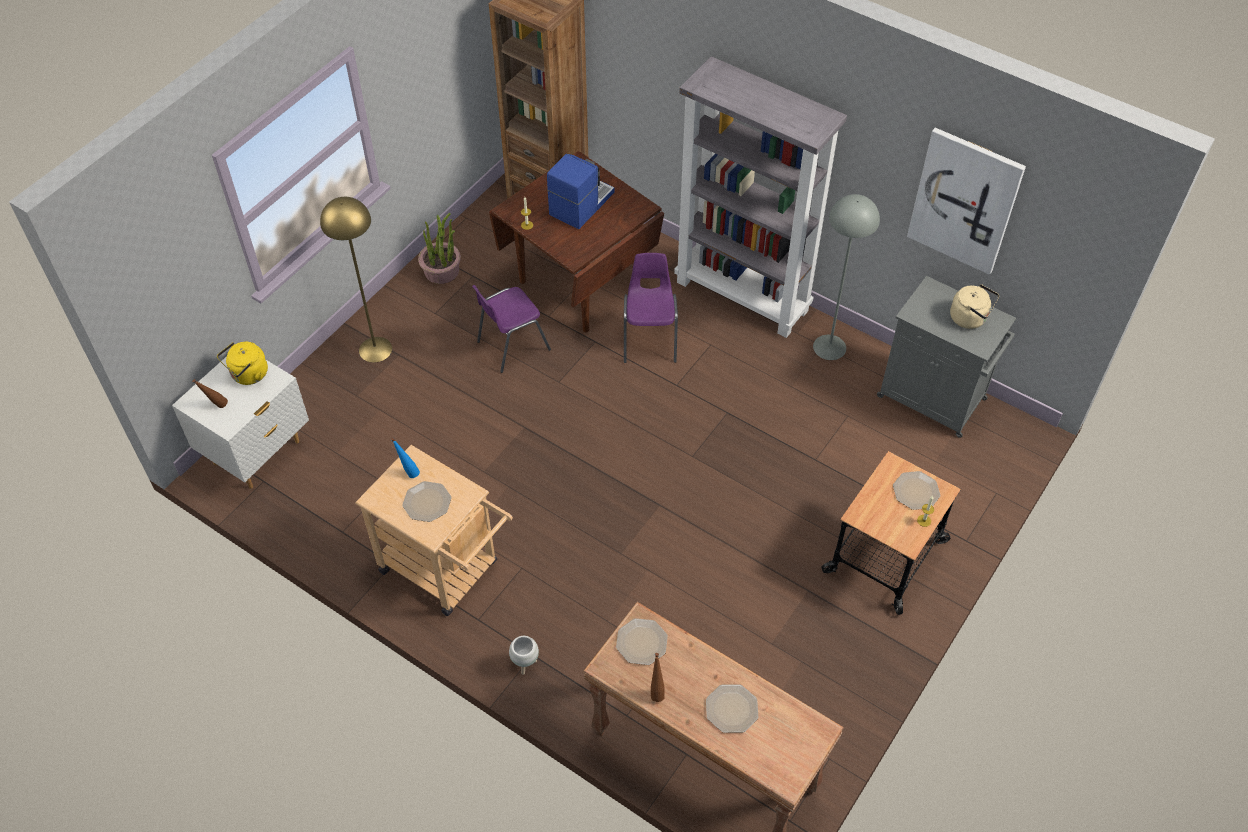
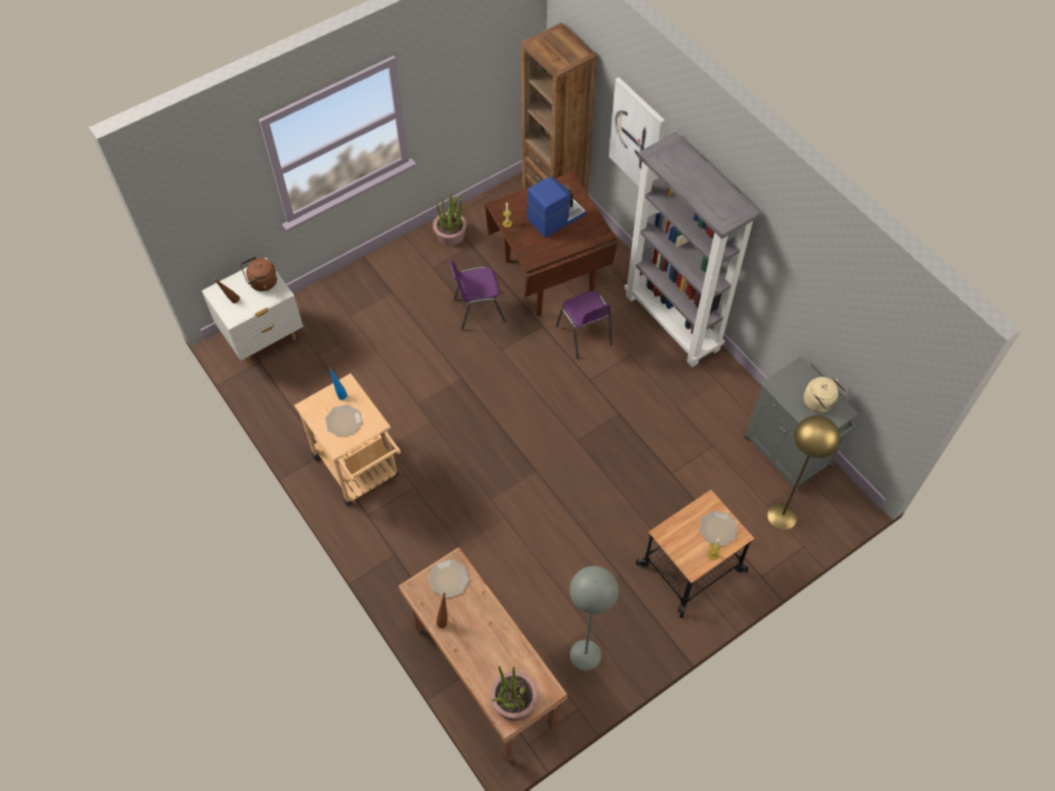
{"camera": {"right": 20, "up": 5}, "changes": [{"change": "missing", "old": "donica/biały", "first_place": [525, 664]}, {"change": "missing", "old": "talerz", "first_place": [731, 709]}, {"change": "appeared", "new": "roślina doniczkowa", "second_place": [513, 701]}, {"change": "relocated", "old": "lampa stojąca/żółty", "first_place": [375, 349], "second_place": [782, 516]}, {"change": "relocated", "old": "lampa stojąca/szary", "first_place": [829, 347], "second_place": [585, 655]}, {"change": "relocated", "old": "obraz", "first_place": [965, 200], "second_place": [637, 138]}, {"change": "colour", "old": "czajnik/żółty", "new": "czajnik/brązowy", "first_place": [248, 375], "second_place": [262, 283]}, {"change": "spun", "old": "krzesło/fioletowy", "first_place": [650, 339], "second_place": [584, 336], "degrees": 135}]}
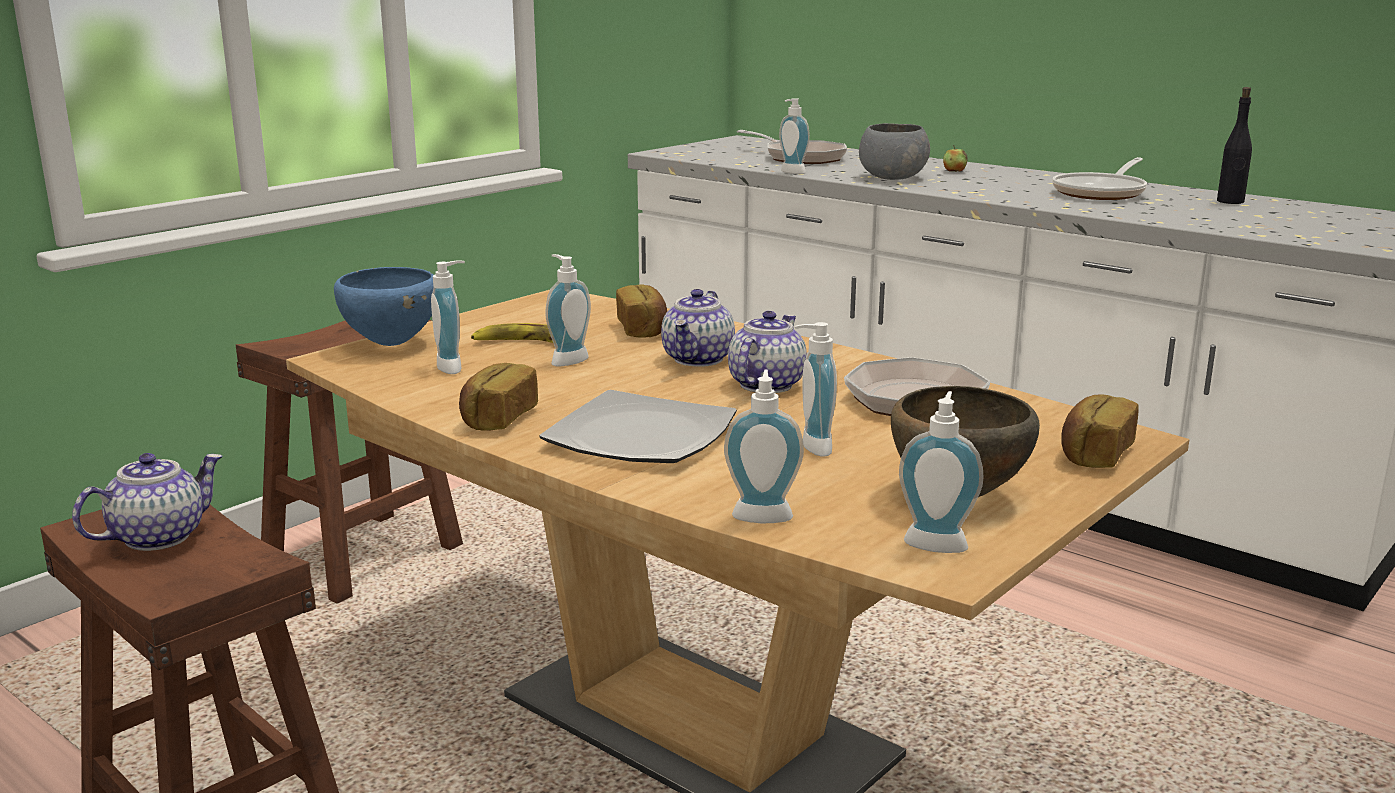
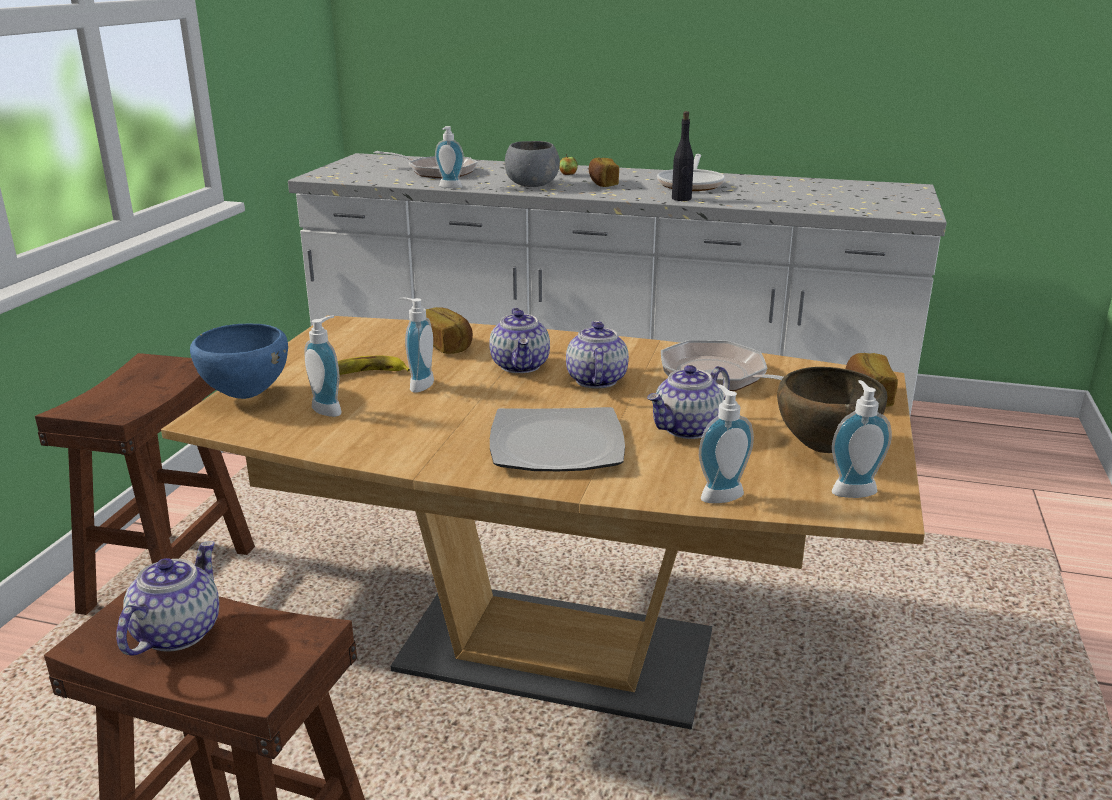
{"camera": {"right": -25, "up": 5}, "changes": [{"change": "relocated", "old": "chleb", "first_place": [497, 418], "second_place": [602, 183]}, {"change": "relocated", "old": "butelka/czarny", "first_place": [1230, 201], "second_place": [681, 199]}, {"change": "exchanged", "old": "dozownik mydła", "new": "imbryk", "first_place": [811, 447], "second_place": [687, 429]}]}
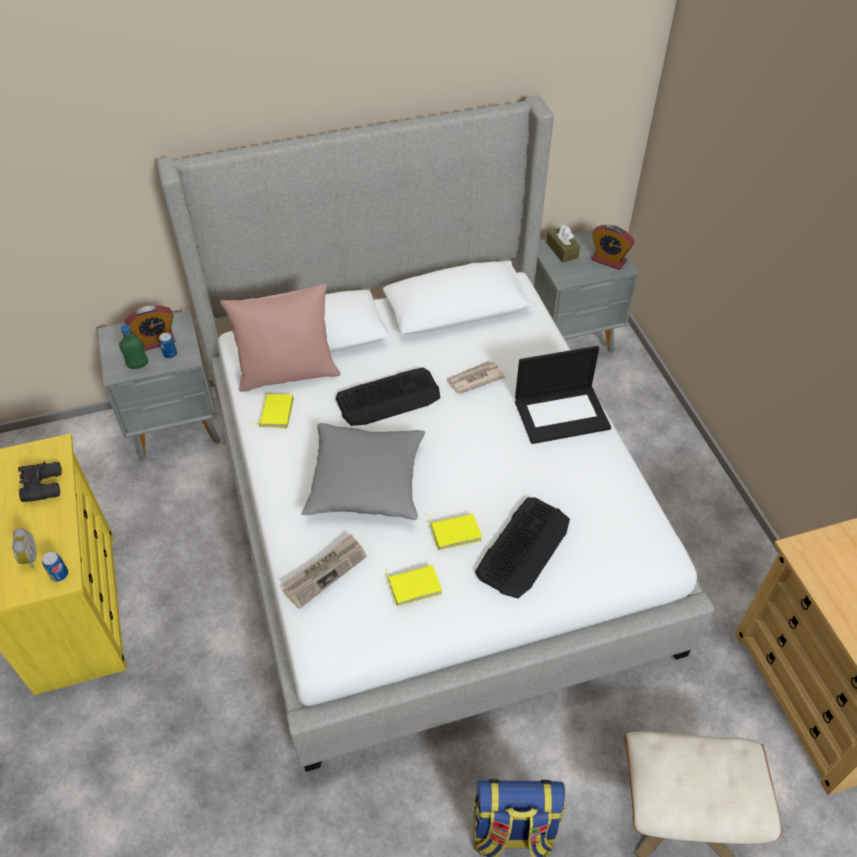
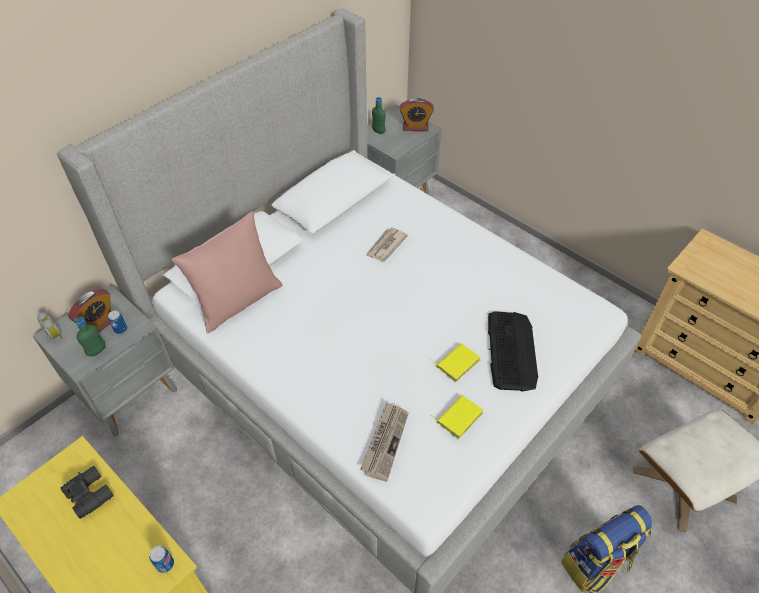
{"camera": {"right": -30, "up": 0}, "changes": [{"change": "missing", "old": "książka/żółty", "first_place": [275, 412]}, {"change": "missing", "old": "poduszka/szary", "first_place": [366, 482]}, {"change": "missing", "old": "klawiatura", "first_place": [389, 398]}, {"change": "missing", "old": "laptop", "first_place": [562, 413]}, {"change": "relocated", "old": "budzik", "first_place": [28, 558], "second_place": [53, 337]}, {"change": "exchanged", "old": "pudełko chusteczek/brązowy", "new": "butelka/zielony", "first_place": [562, 250], "second_place": [378, 131]}]}
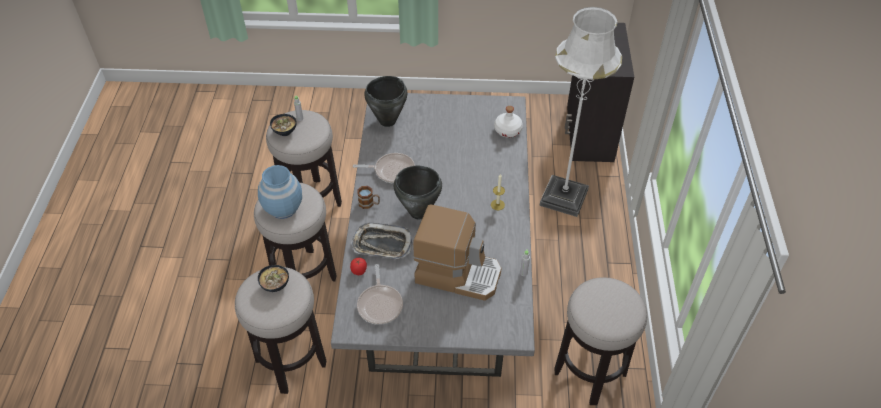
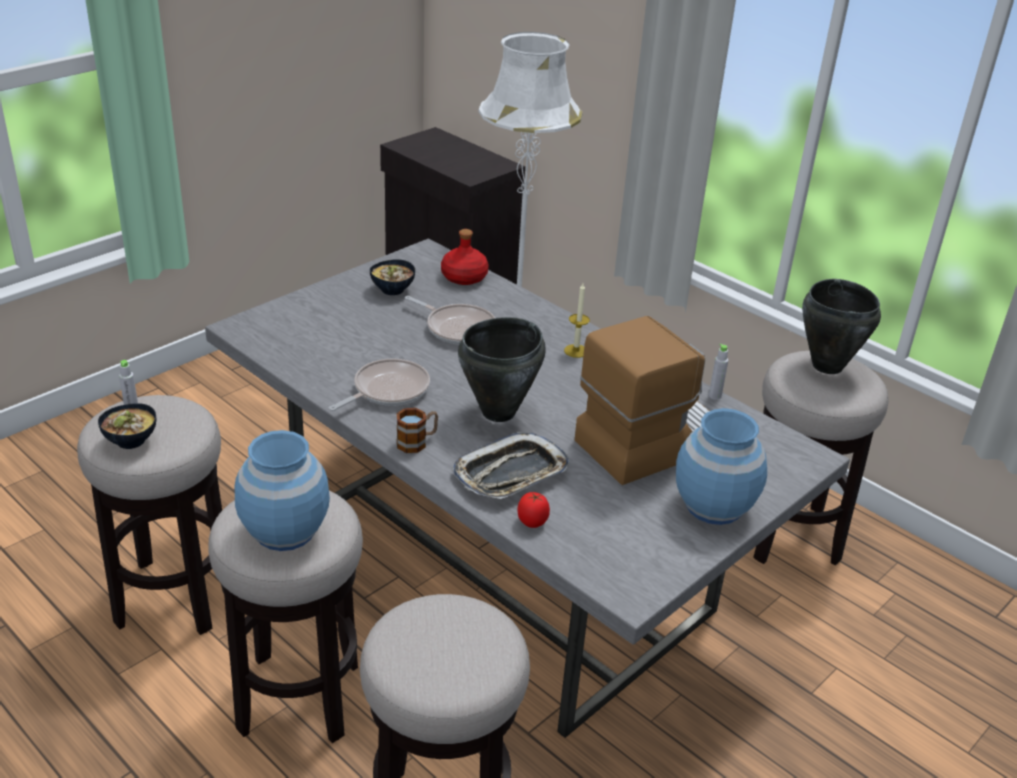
{"camera": {"right": -50, "up": -15}, "changes": [{"change": "appeared", "new": "wazon/niebieski", "second_place": [713, 506]}, {"change": "relocated", "old": "miska", "first_place": [275, 286], "second_place": [393, 290]}, {"change": "relocated", "old": "patelnia", "first_place": [380, 304], "second_place": [457, 328]}, {"change": "relocated", "old": "garnek/czarny", "first_place": [387, 121], "second_place": [826, 366]}, {"change": "colour", "old": "butelka/biały", "new": "butelka/czerwony", "first_place": [508, 130], "second_place": [464, 277]}]}
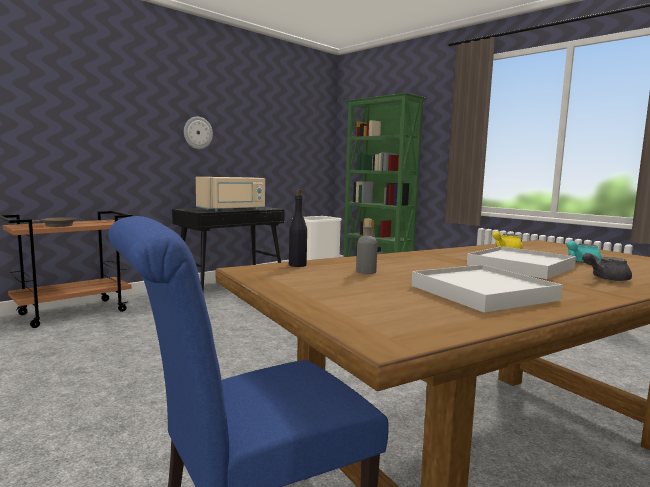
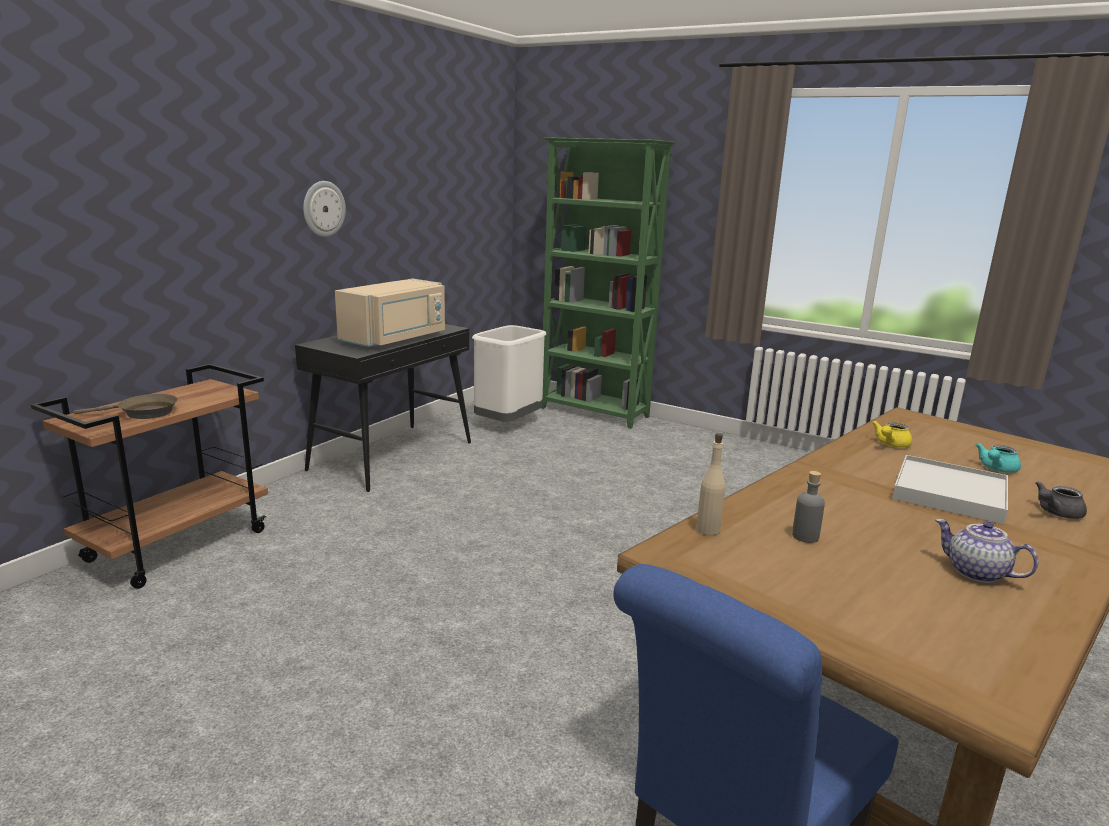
{"camera": {"right": -15, "up": 10}, "changes": [{"change": "exchanged", "old": "taca/biały", "new": "imbryk", "first_place": [482, 293], "second_place": [975, 572]}, {"change": "colour", "old": "butelka/czarny", "new": "butelka/beżowy", "first_place": [297, 265], "second_place": [708, 529]}]}
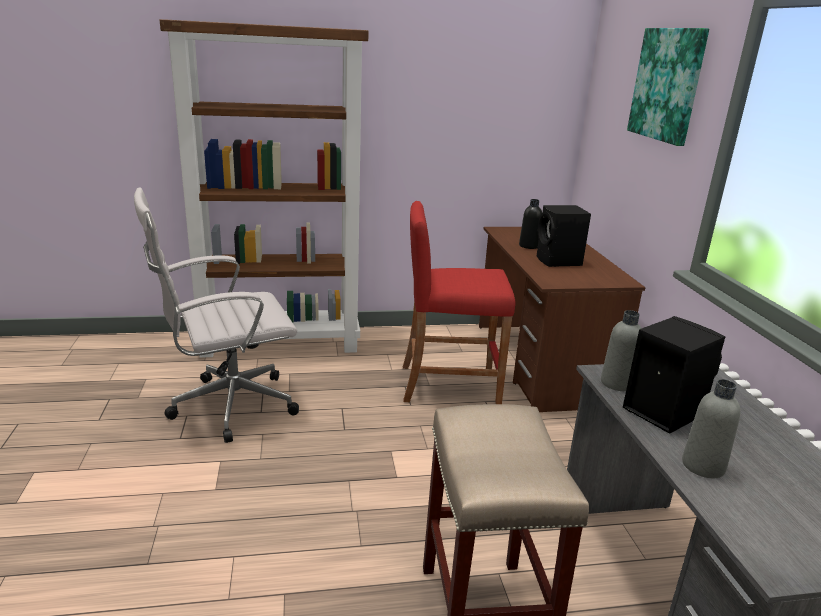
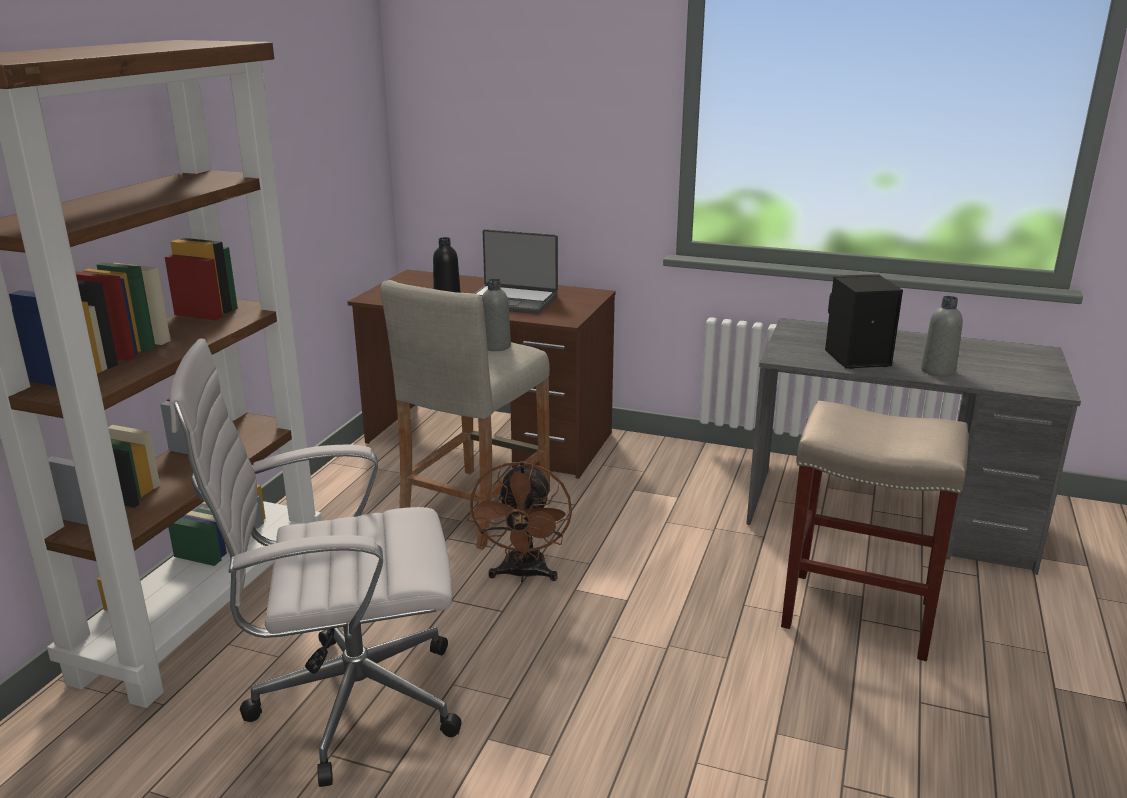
{"camera": {"right": -60, "up": 0}, "changes": [{"change": "missing", "old": "obraz", "first_place": [667, 85]}, {"change": "appeared", "new": "wentylator/brązowy", "second_place": [523, 575]}, {"change": "relocated", "old": "butelka/szary", "first_place": [617, 383], "second_place": [496, 346]}, {"change": "exchanged", "old": "głośnik/czarny", "new": "laptop", "first_place": [558, 261], "second_place": [512, 301]}, {"change": "colour", "old": "stołek/czerwony", "new": "stołek/beżowy", "first_place": [449, 385], "second_place": [475, 507]}, {"change": "spun", "old": "krzesło biurowe/biały", "first_place": [228, 406], "second_place": [347, 704], "degrees": 75}]}
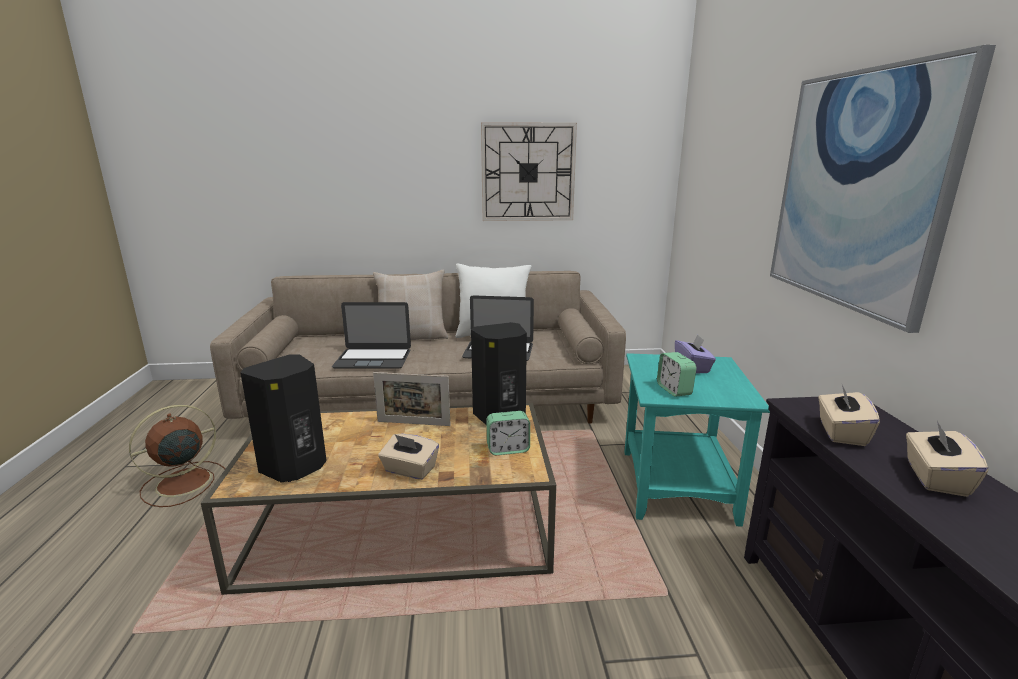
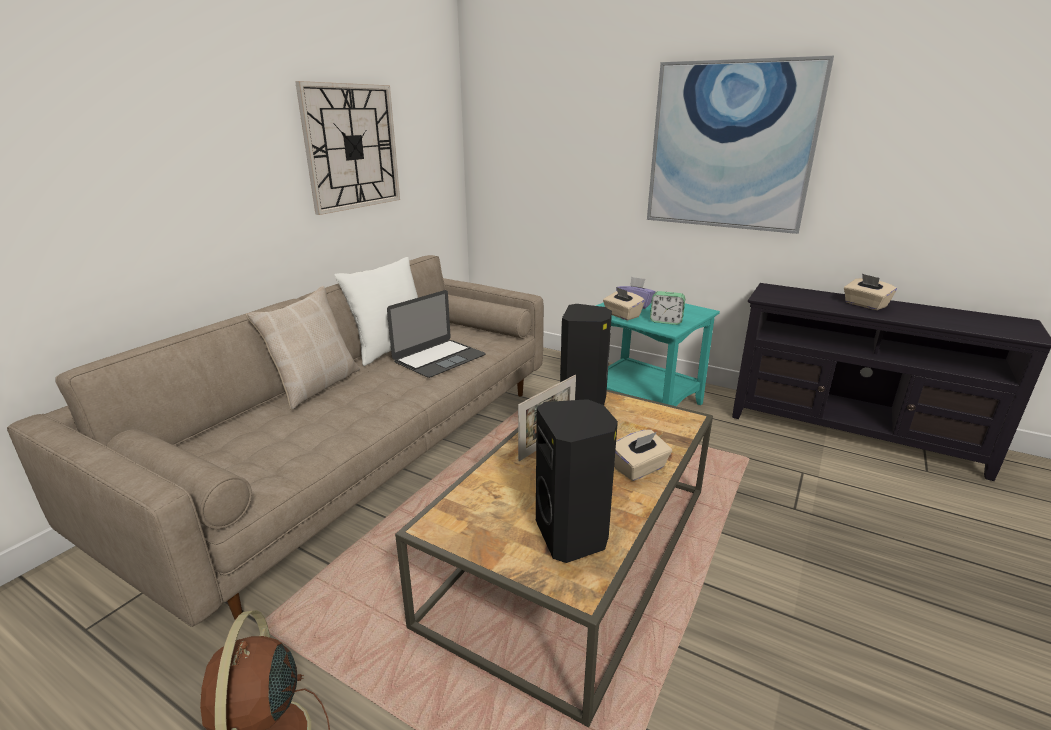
{"camera": {"right": -55, "up": 5}, "changes": [{"change": "missing", "old": "laptop", "first_place": [373, 359]}, {"change": "missing", "old": "budzik", "first_place": [508, 449]}, {"change": "relocated", "old": "pudełko chusteczek/beżowy", "first_place": [841, 432], "second_place": [622, 315]}]}
